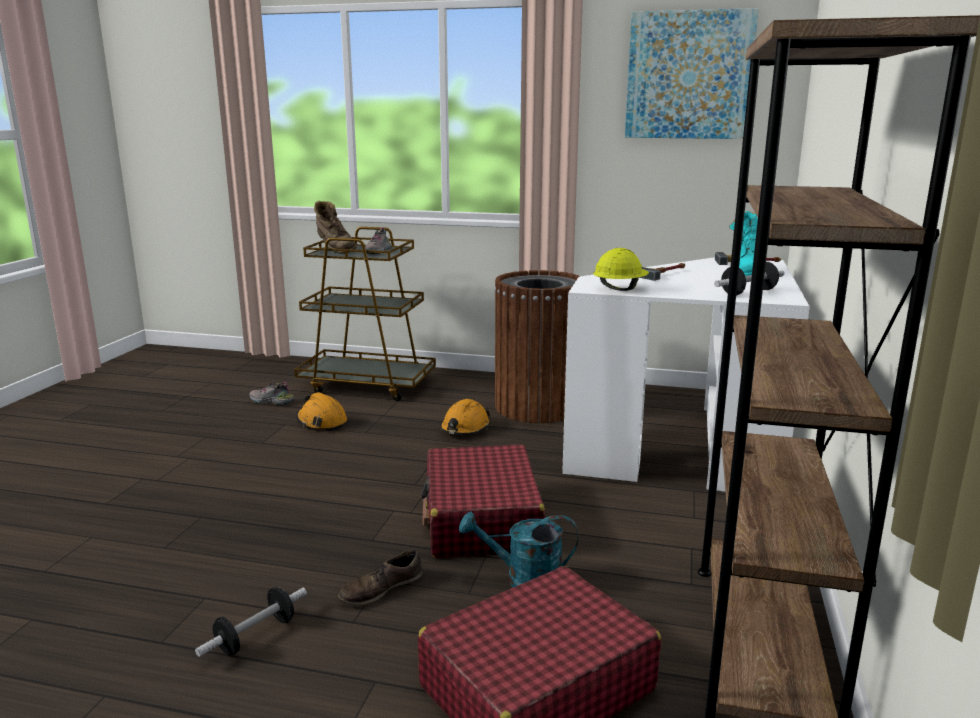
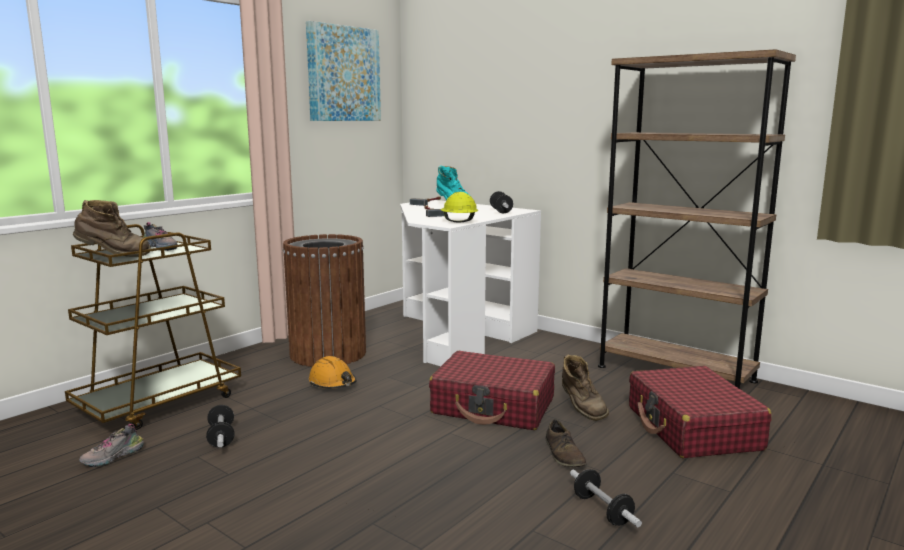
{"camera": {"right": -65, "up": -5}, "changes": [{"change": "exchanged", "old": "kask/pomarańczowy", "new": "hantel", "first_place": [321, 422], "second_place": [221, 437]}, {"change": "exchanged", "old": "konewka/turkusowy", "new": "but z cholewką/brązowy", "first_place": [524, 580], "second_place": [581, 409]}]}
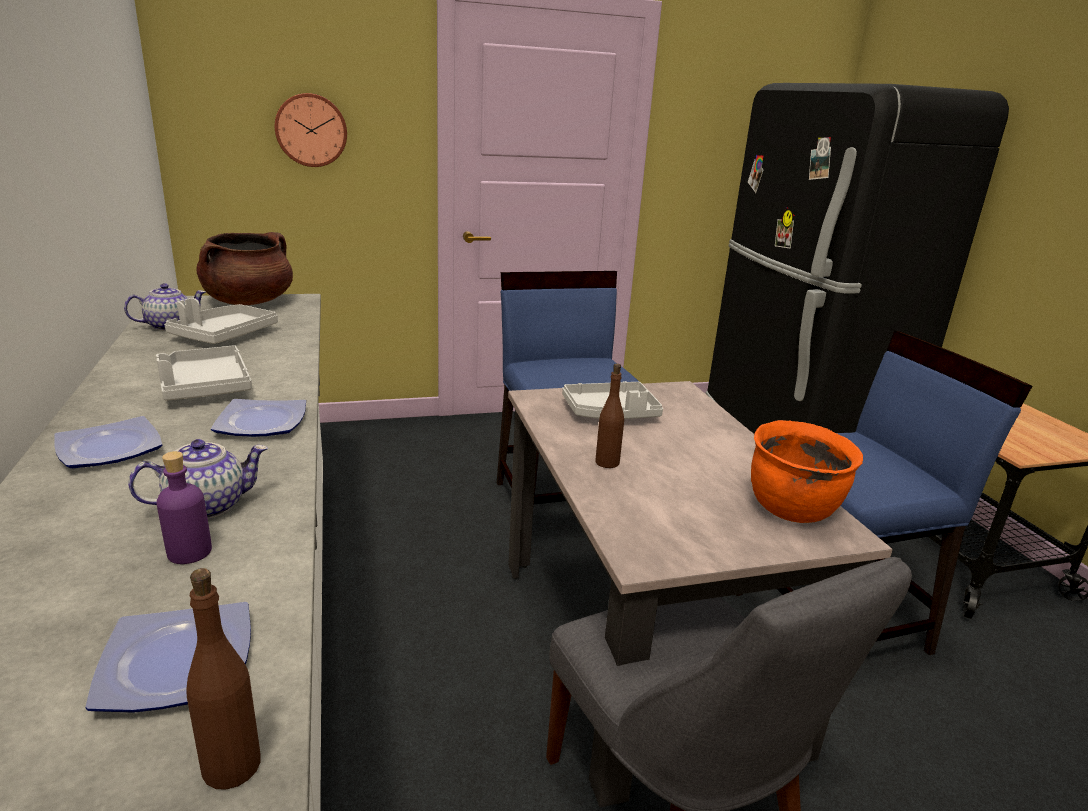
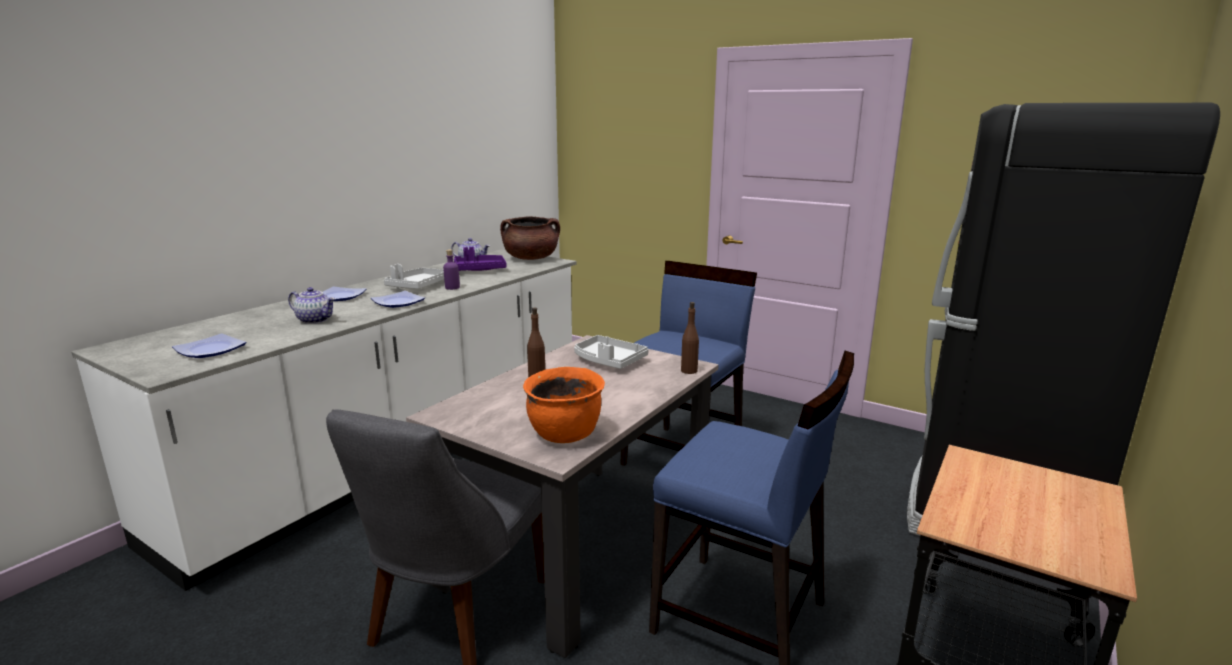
{"camera": {"right": 50, "up": -5}, "changes": [{"change": "missing", "old": "zegar ścienny", "first_place": [311, 130]}, {"change": "relocated", "old": "butelka/fioletowy", "first_place": [189, 552], "second_place": [452, 287]}, {"change": "relocated", "old": "butelka/brązowy", "first_place": [232, 765], "second_place": [689, 371]}, {"change": "colour", "old": "taca/szary", "new": "taca/fioletowy", "first_place": [224, 335], "second_place": [479, 270]}]}
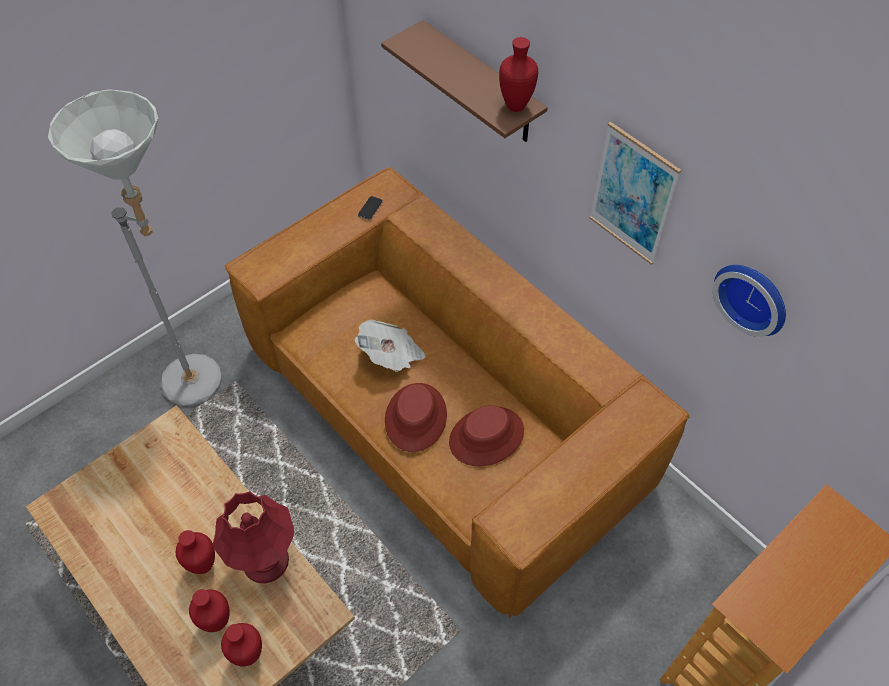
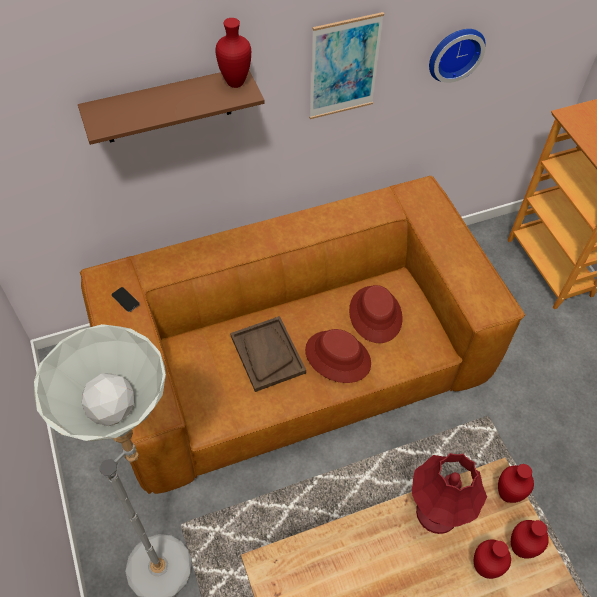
{"camera": {"right": -70, "up": 0}, "changes": [{"change": "relocated", "old": "wazon/czerwony", "first_place": [204, 566], "second_place": [508, 494]}, {"change": "exchanged", "old": "gazeta", "new": "taca/brązowy", "first_place": [391, 355], "second_place": [267, 354]}]}
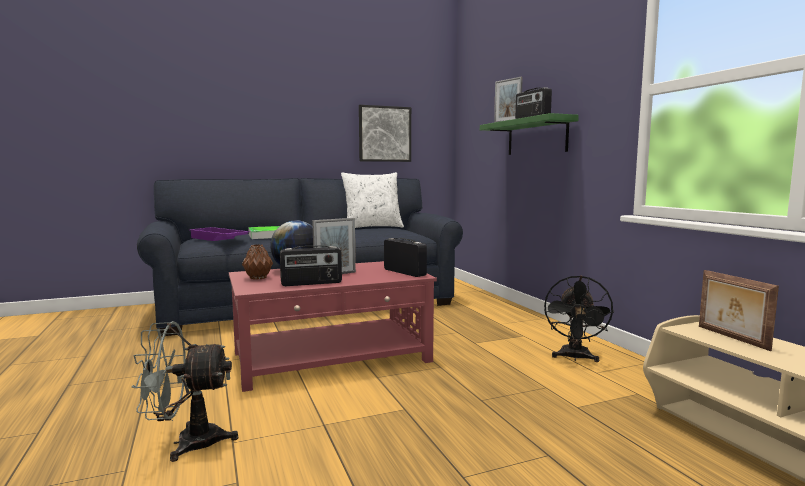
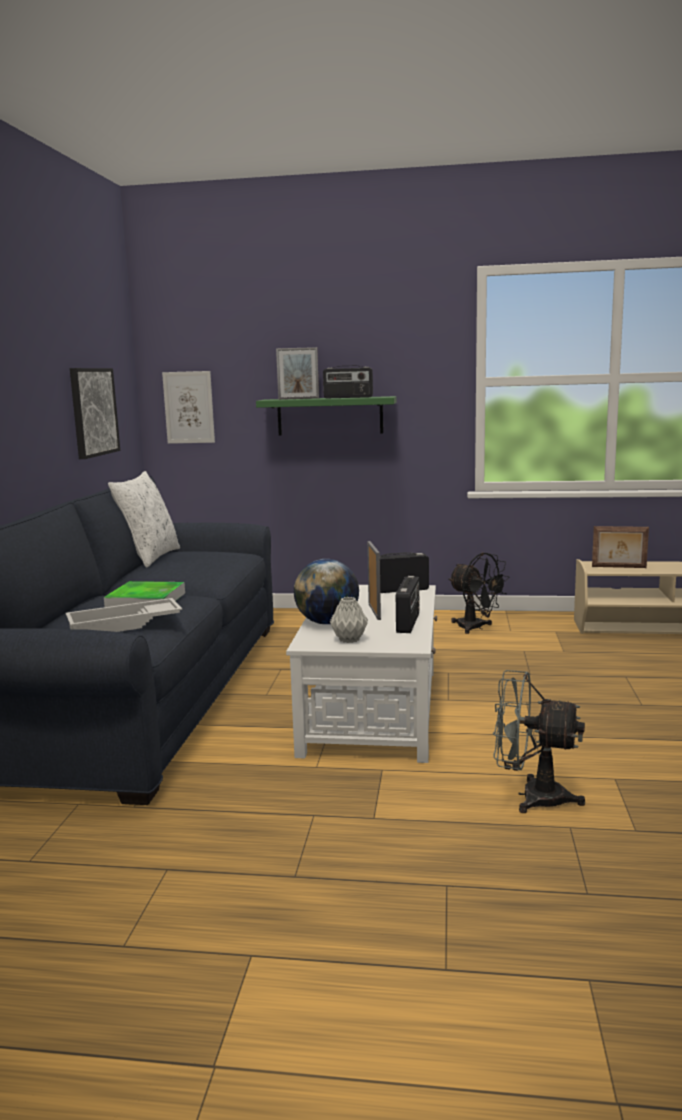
{"camera": {"right": -60, "up": 5}, "changes": [{"change": "appeared", "new": "obraz", "second_place": [189, 407]}, {"change": "colour", "old": "taca/fioletowy", "new": "taca/biały", "first_place": [217, 239], "second_place": [124, 625]}, {"change": "colour", "old": "ława/czerwony", "new": "ława/biały", "first_place": [332, 357], "second_place": [373, 709]}, {"change": "colour", "old": "wazon/brązowy", "new": "wazon/szary", "first_place": [258, 278], "second_place": [348, 640]}, {"change": "spun", "old": "wentylator/szary", "first_place": [187, 442], "second_place": [531, 796], "degrees": 90}]}
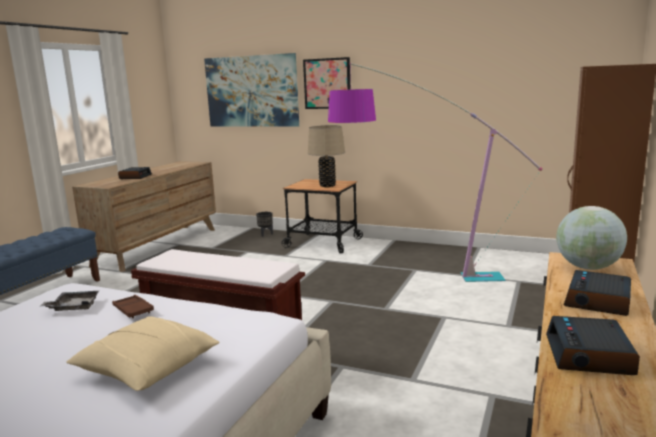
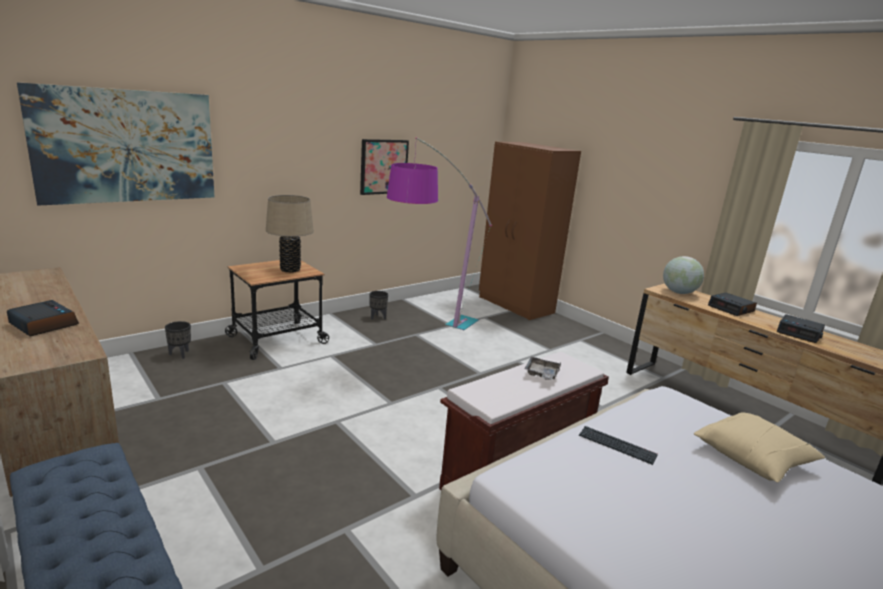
{"camera": {"right": -65, "up": 5}, "changes": [{"change": "appeared", "new": "donica/czarny", "second_place": [377, 317]}, {"change": "relocated", "old": "taca/szary", "first_place": [74, 307], "second_place": [541, 374]}, {"change": "relocated", "old": "obraz", "first_place": [327, 83], "second_place": [383, 166]}, {"change": "exchanged", "old": "taca/brązowy", "new": "klawiatura", "first_place": [133, 310], "second_place": [616, 446]}]}
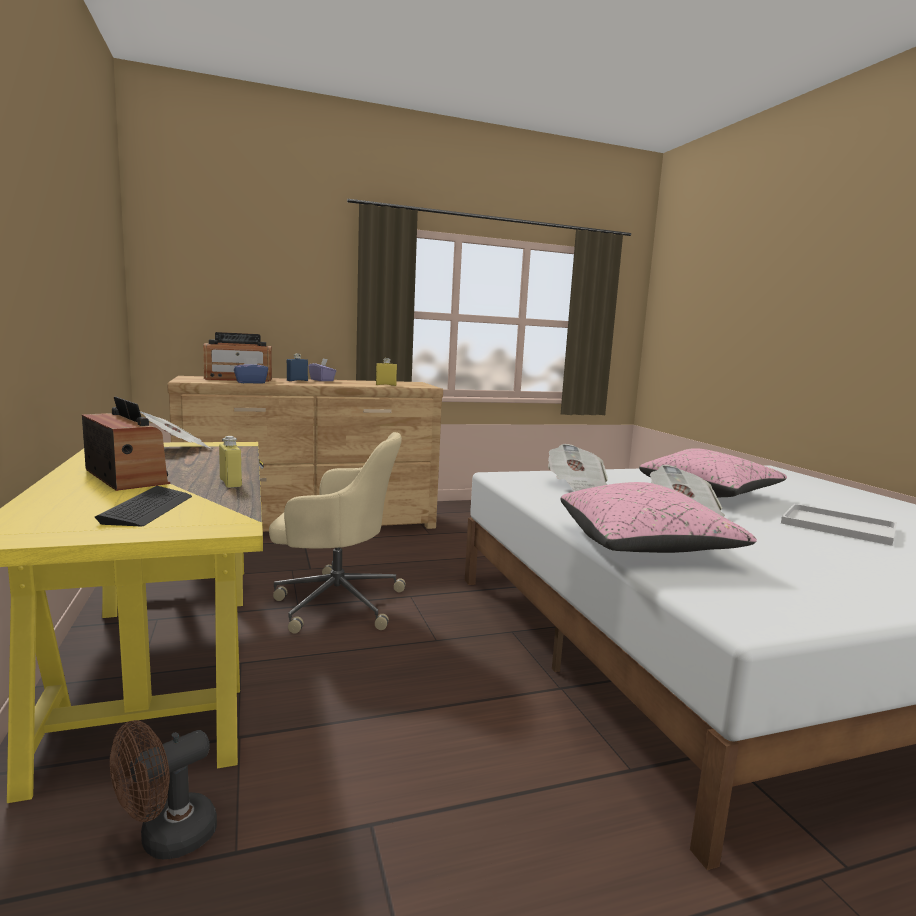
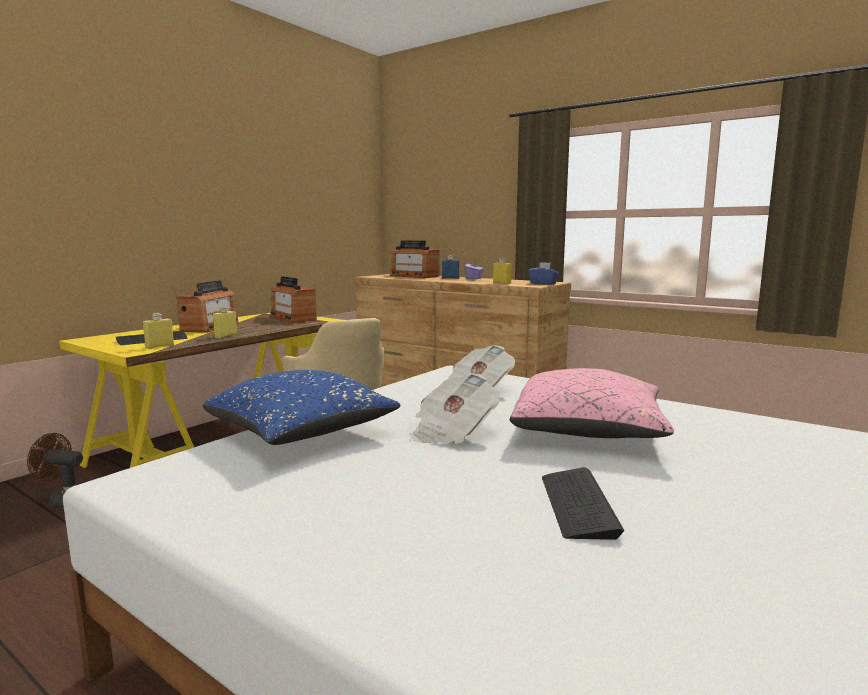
{"camera": {"right": 55, "up": 0}, "changes": [{"change": "appeared", "new": "butelka/żółty", "second_place": [159, 346]}, {"change": "relocated", "old": "pudełko chusteczek/niebieski", "first_place": [250, 382], "second_place": [543, 283]}, {"change": "exchanged", "old": "gazeta", "new": "radio", "first_place": [177, 448], "second_place": [292, 318]}, {"change": "exchanged", "old": "taca/biały", "new": "klawiatura", "first_place": [840, 526], "second_place": [578, 504]}, {"change": "colour", "old": "poduszka/różowy", "new": "poduszka/niebieski", "first_place": [645, 546], "second_place": [302, 433]}]}
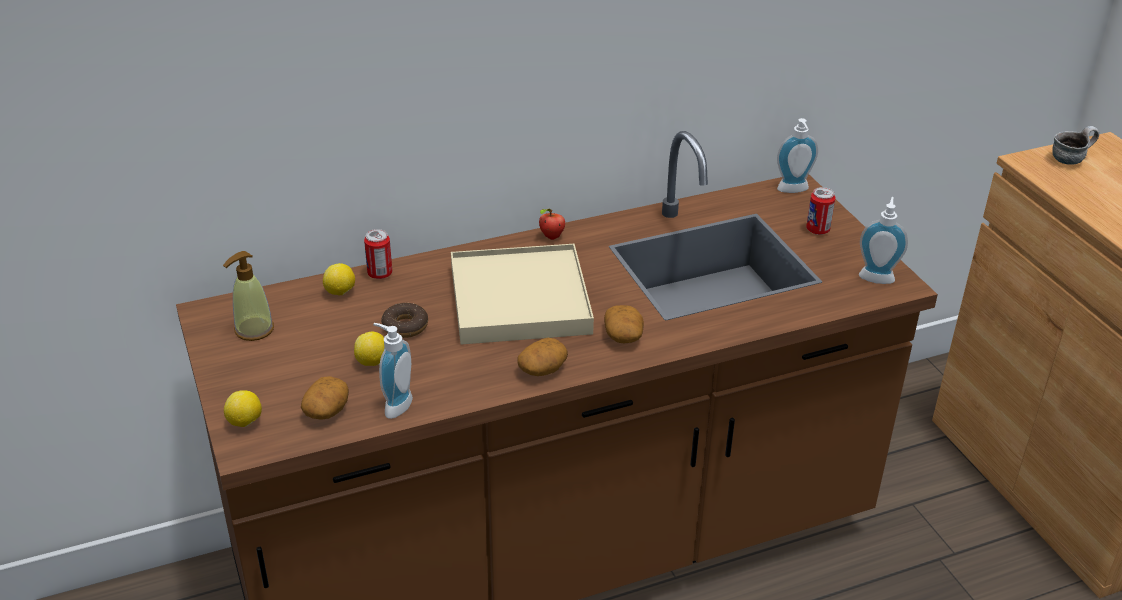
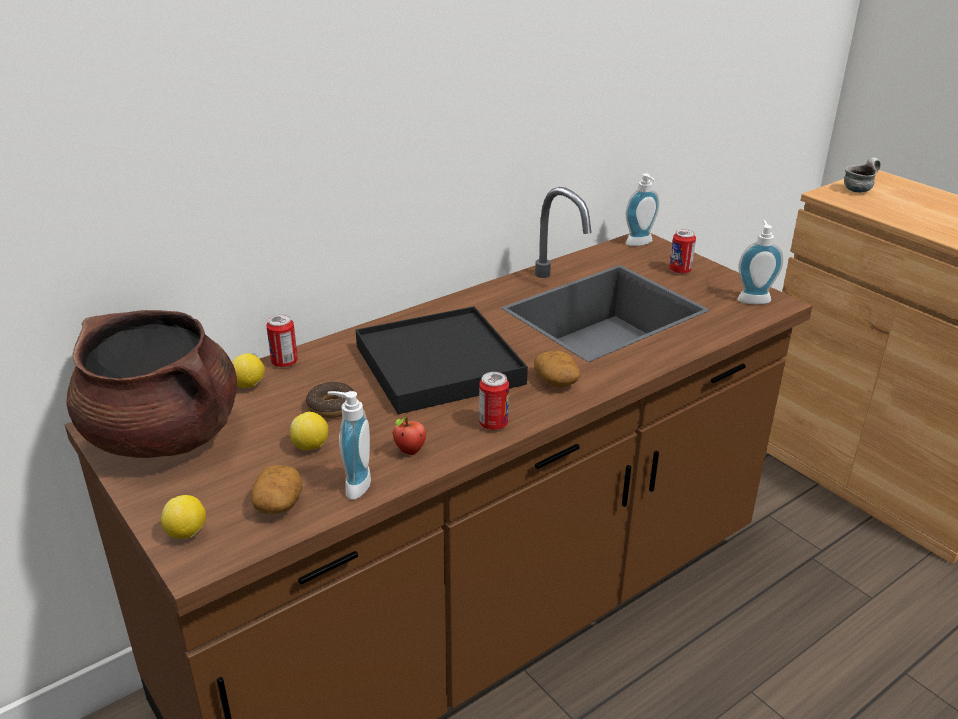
{"camera": {"right": -15, "up": -5}, "changes": [{"change": "relocated", "old": "jabłko", "first_place": [551, 237], "second_place": [410, 451]}, {"change": "exchanged", "old": "dozownik mydła", "new": "garnek/brązowy", "first_place": [254, 330], "second_place": [164, 435]}, {"change": "exchanged", "old": "ziemniak", "new": "puszka", "first_place": [542, 369], "second_place": [493, 424]}, {"change": "colour", "old": "taca/beżowy", "new": "taca/czarny", "first_place": [519, 300], "second_place": [438, 365]}]}
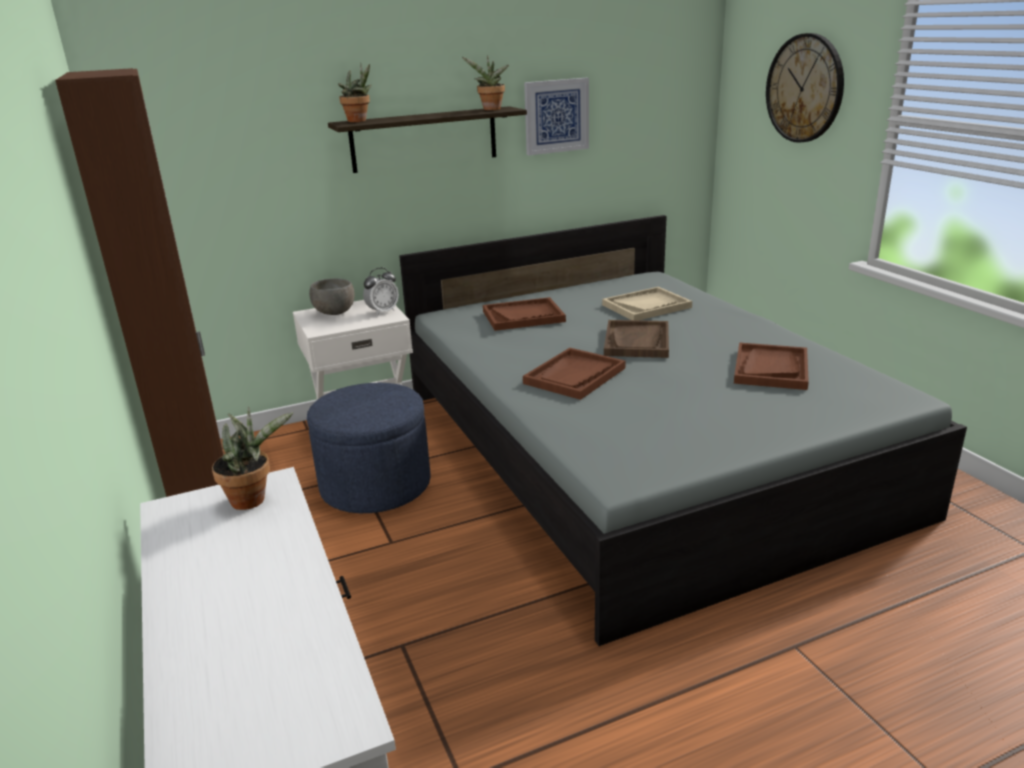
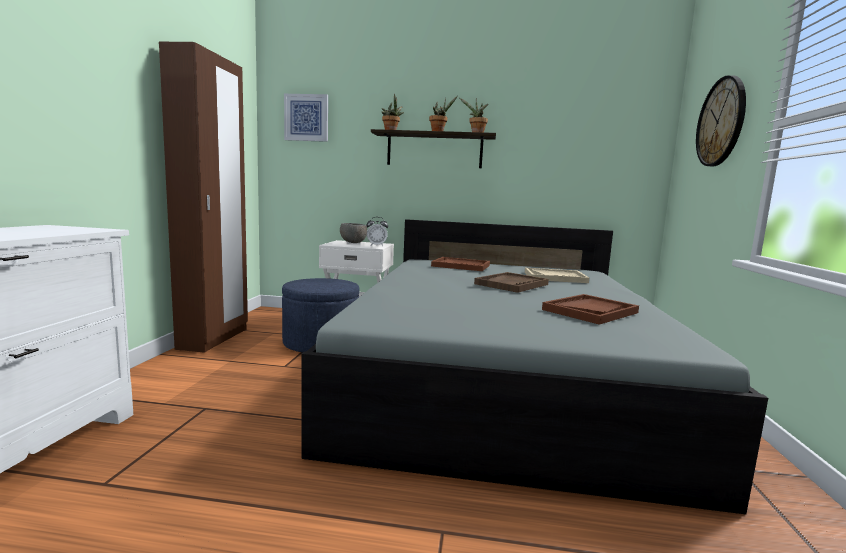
{"camera": {"right": 30, "up": -15}, "changes": [{"change": "missing", "old": "taca/brązowy", "first_place": [574, 376]}, {"change": "relocated", "old": "roślina doniczkowa", "first_place": [253, 499], "second_place": [439, 132]}, {"change": "relocated", "old": "obraz", "first_place": [556, 116], "second_place": [306, 118]}]}
